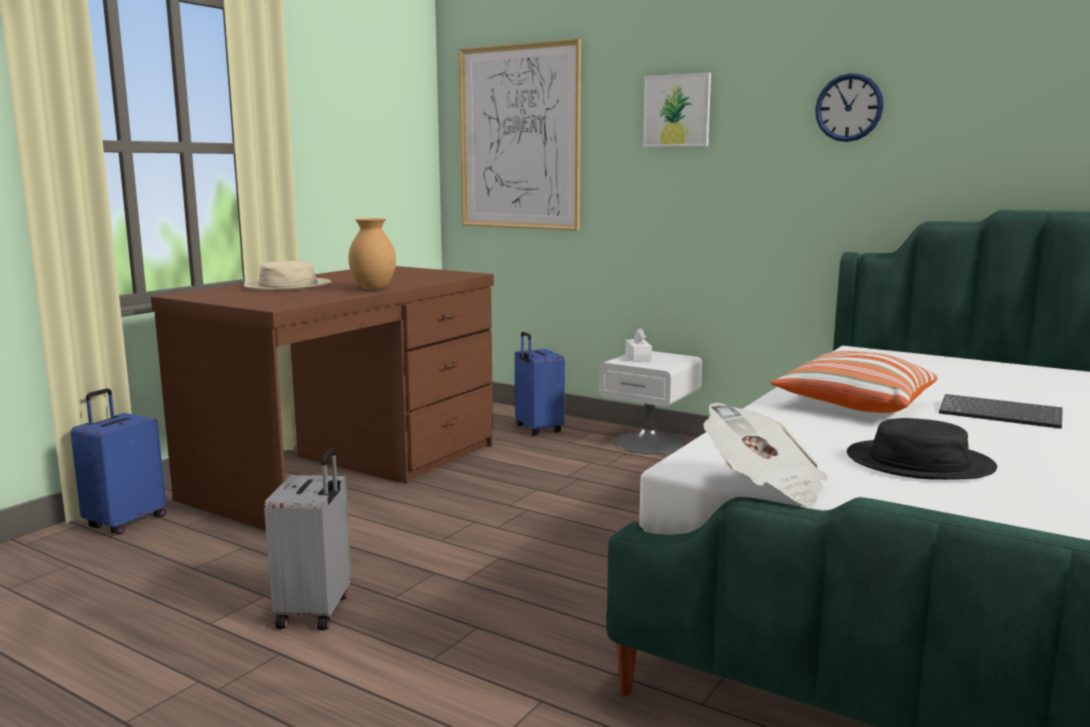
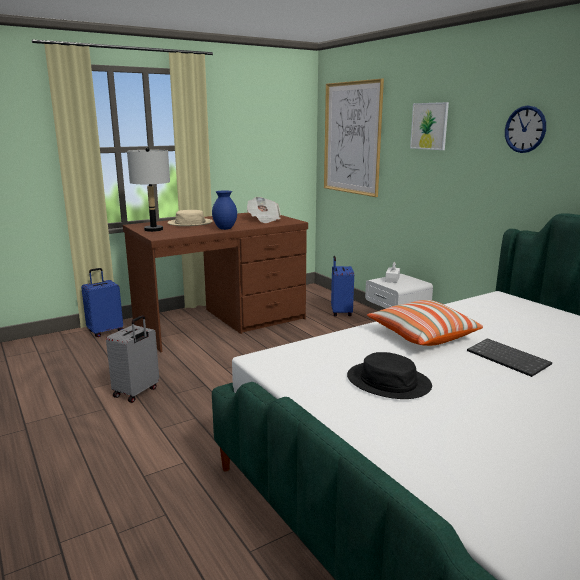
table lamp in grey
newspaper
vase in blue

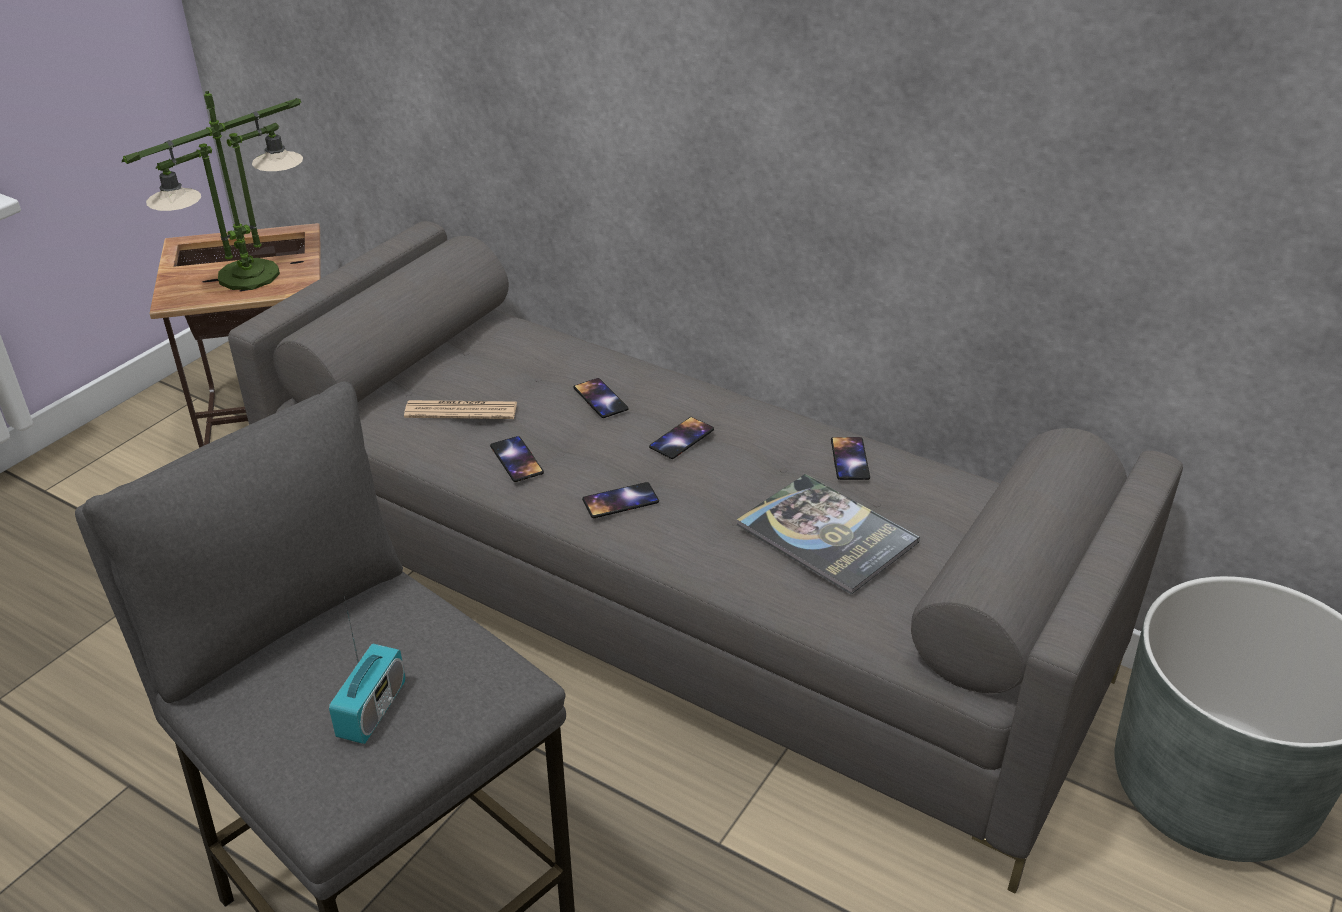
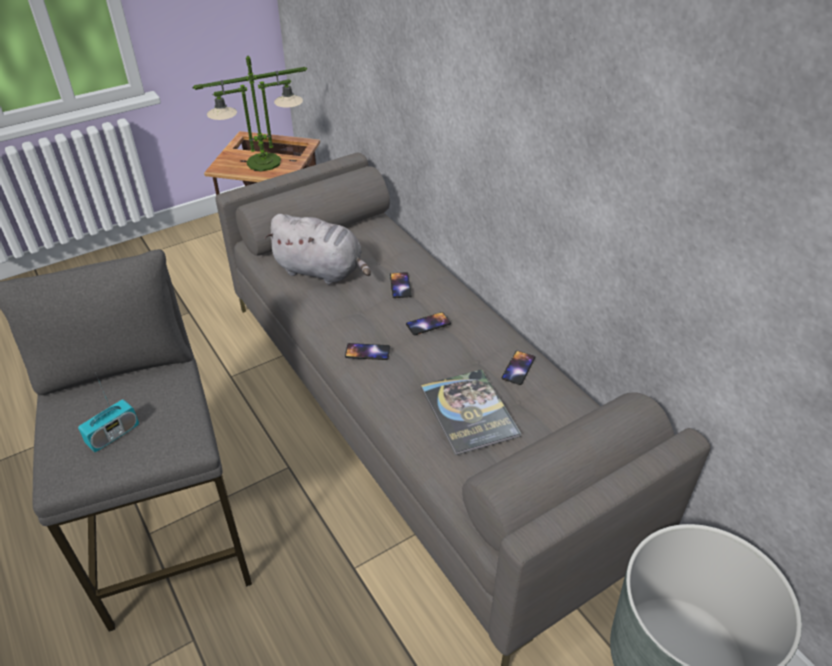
phone (1st from left in the first image)
plush toy in grey

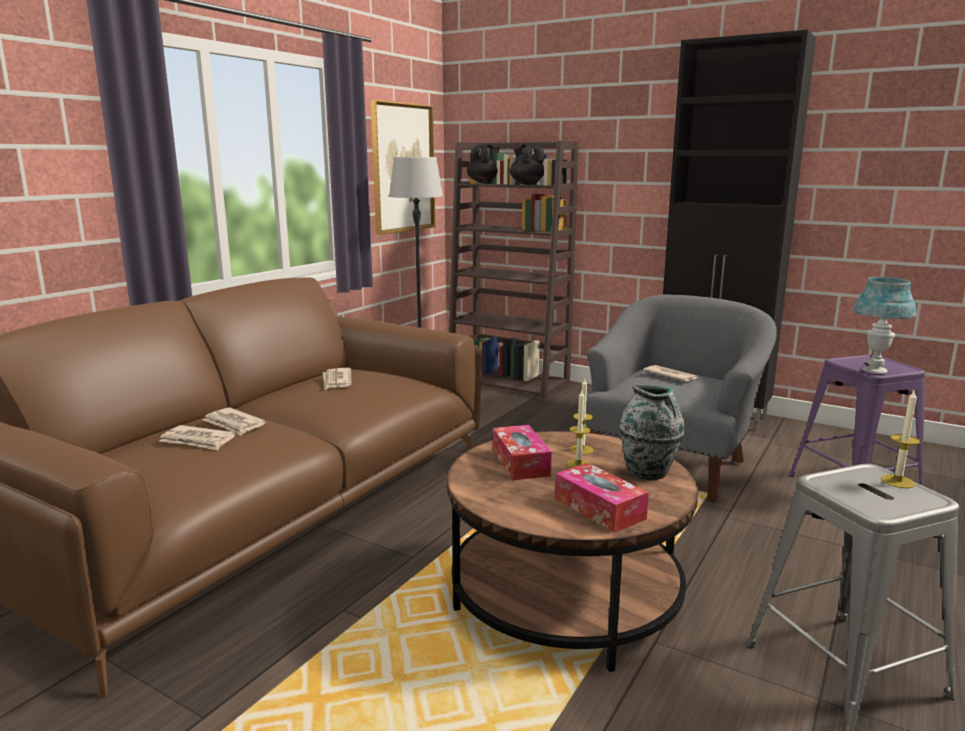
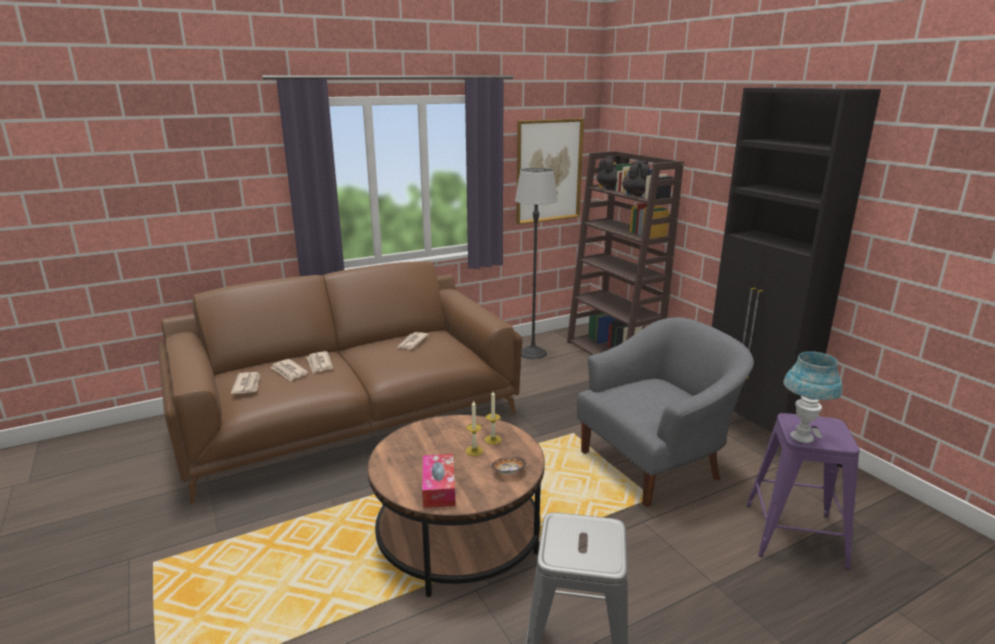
tissue box (1st from left in the first image)
candle (3rd from left in the first image)
newspaper (1st from left)
bowl

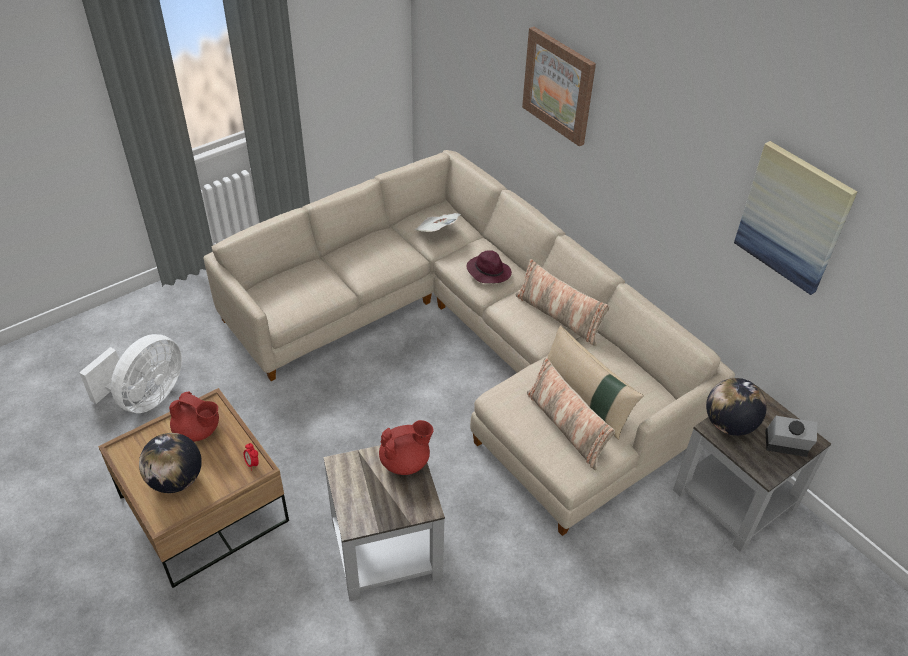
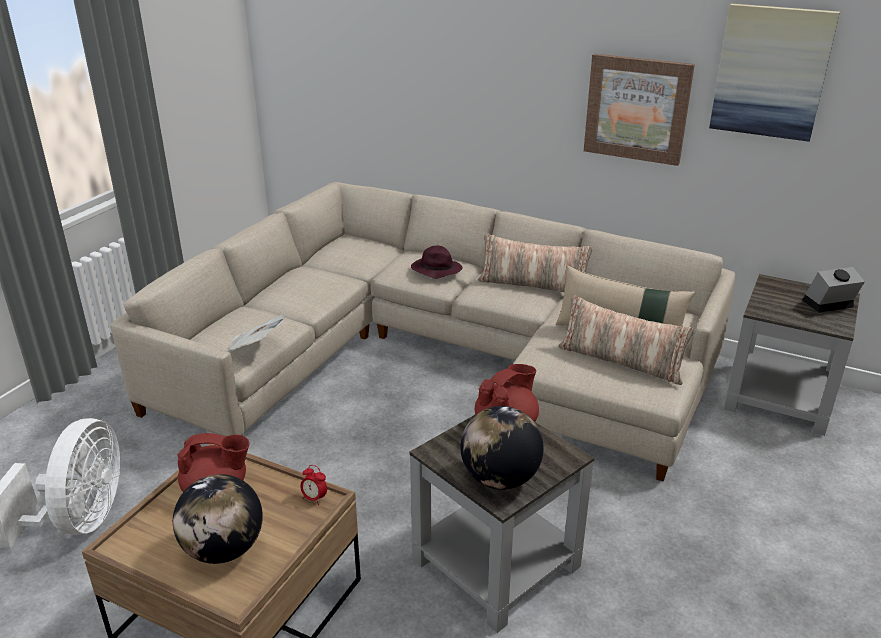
newspaper
picture (1st from left)
globe (2nd from left)

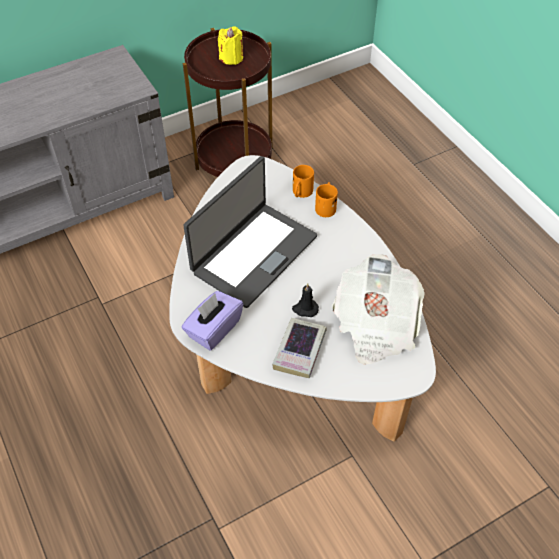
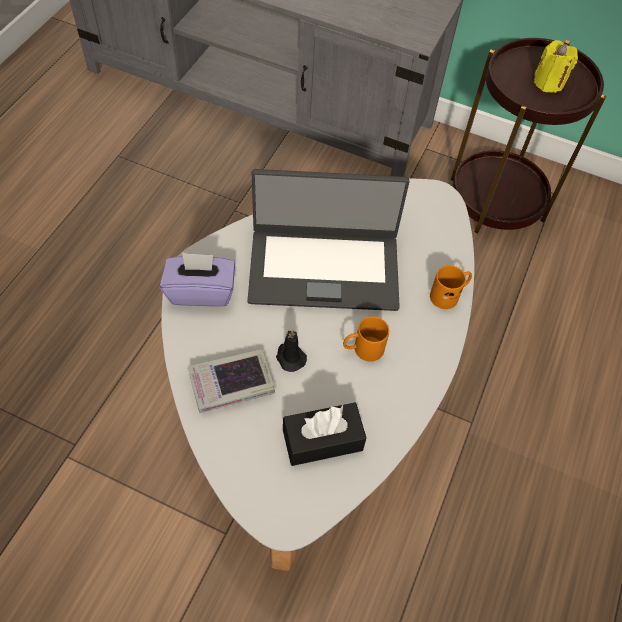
mug in orange (1st from left)
tissue box in black

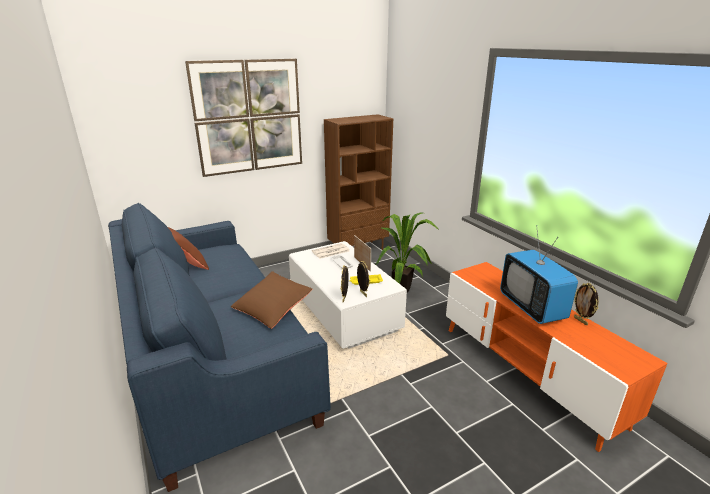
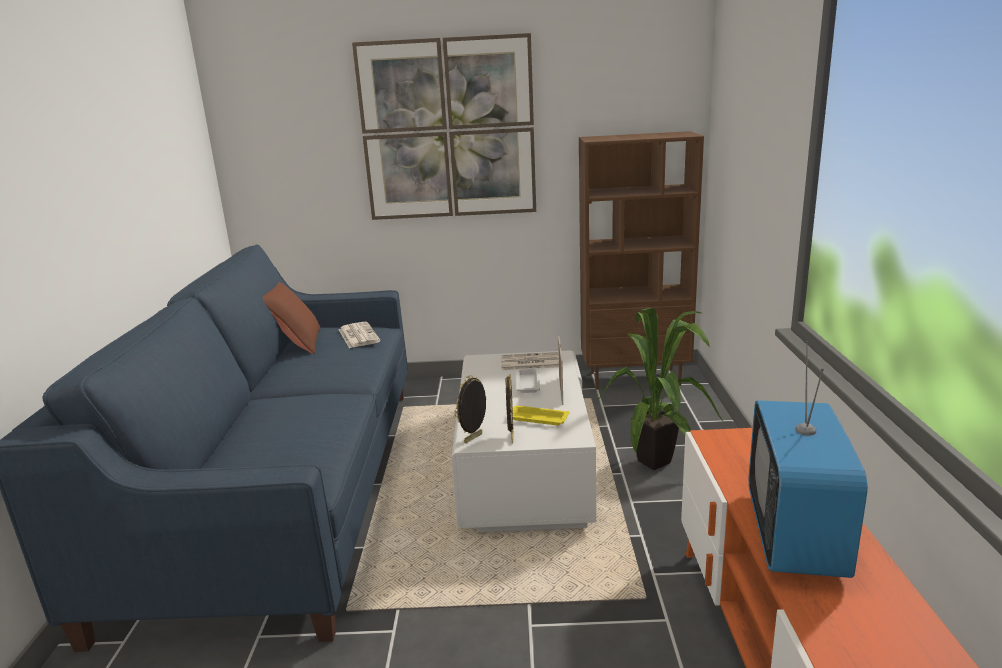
pillow in brown (2nd from left in the first image)
picture frame (4th from left in the first image)
newspaper (1st from left)

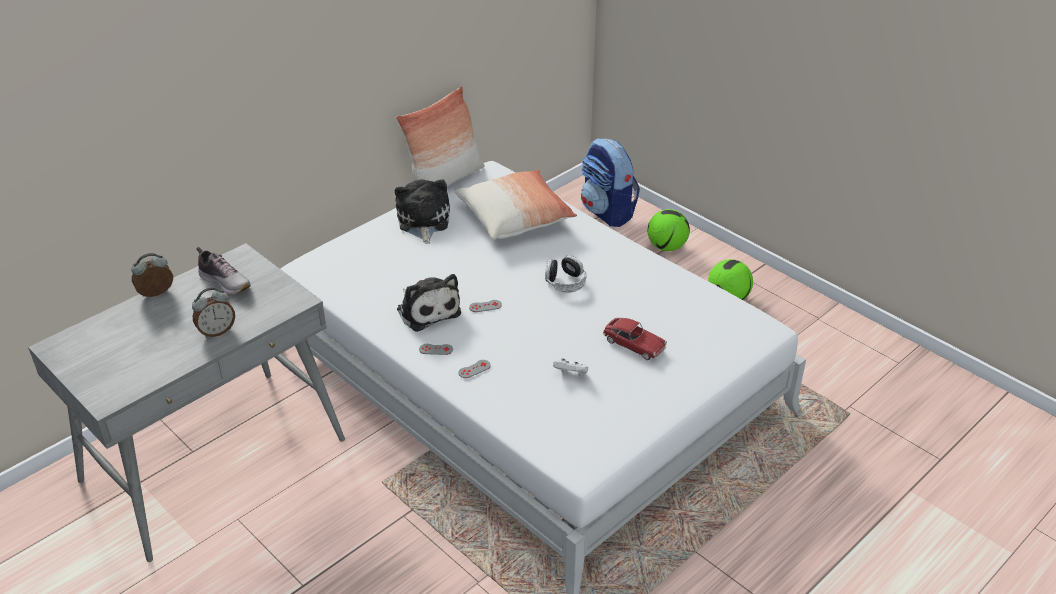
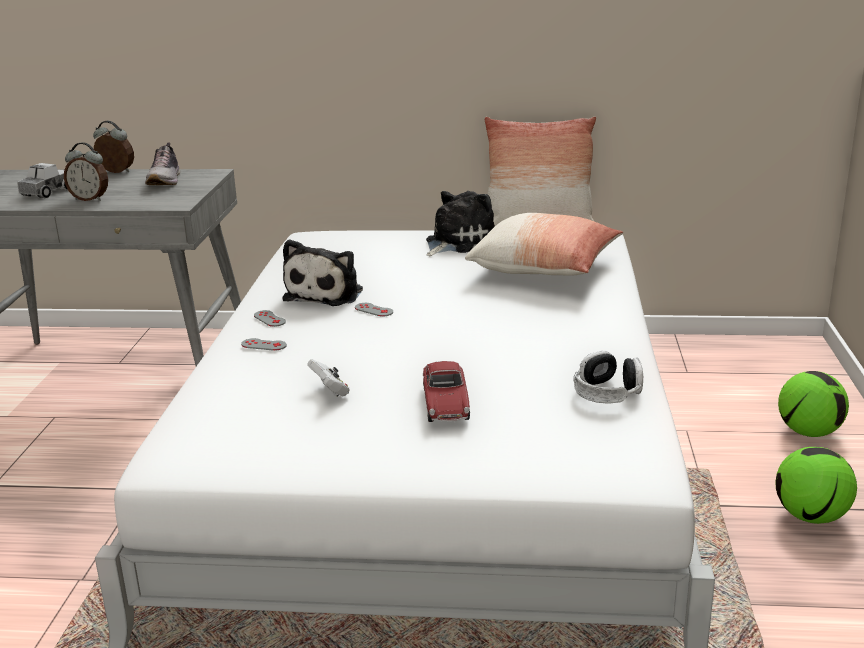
backpack
toy truck
headphones

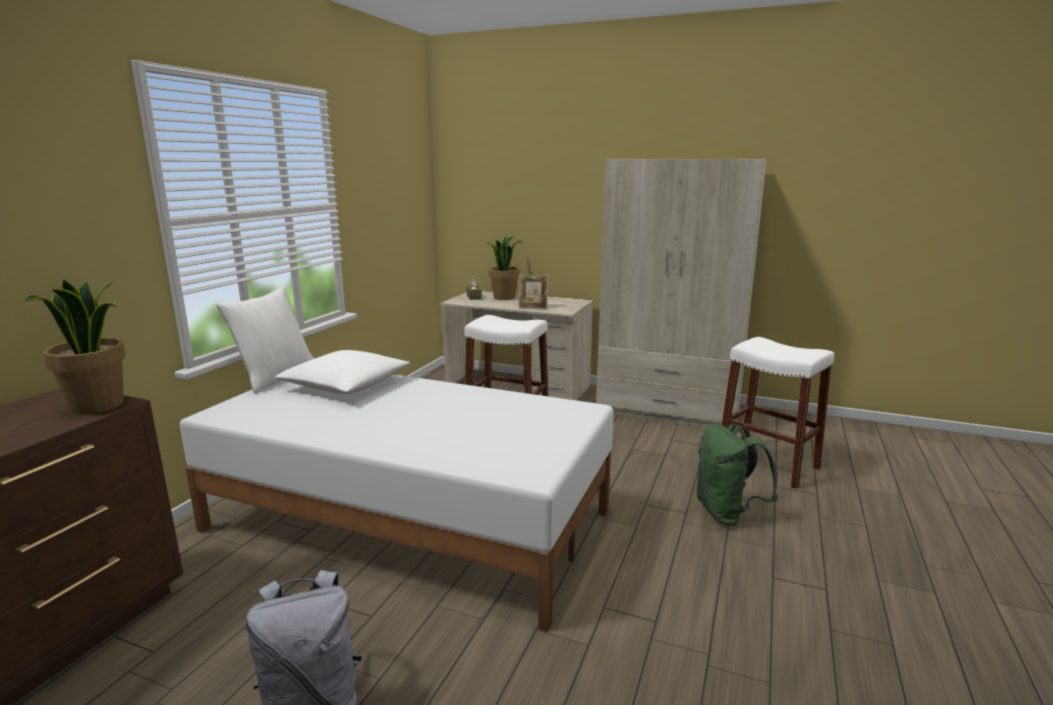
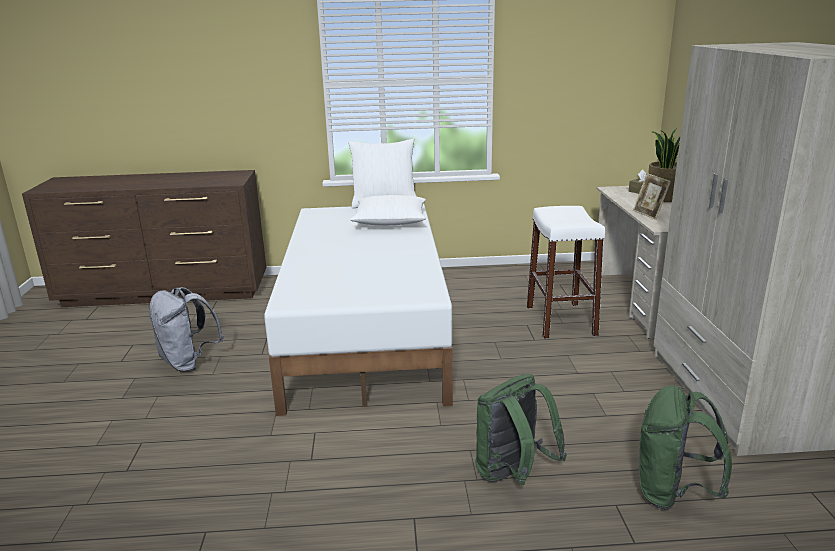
potted plant (1st from left in the first image)
backpack in green (2nd from left)

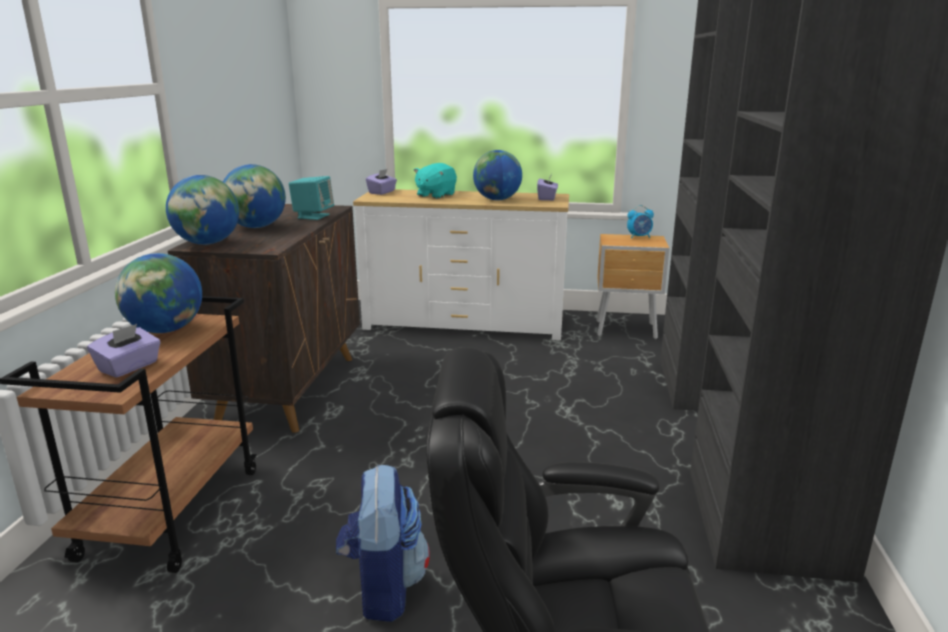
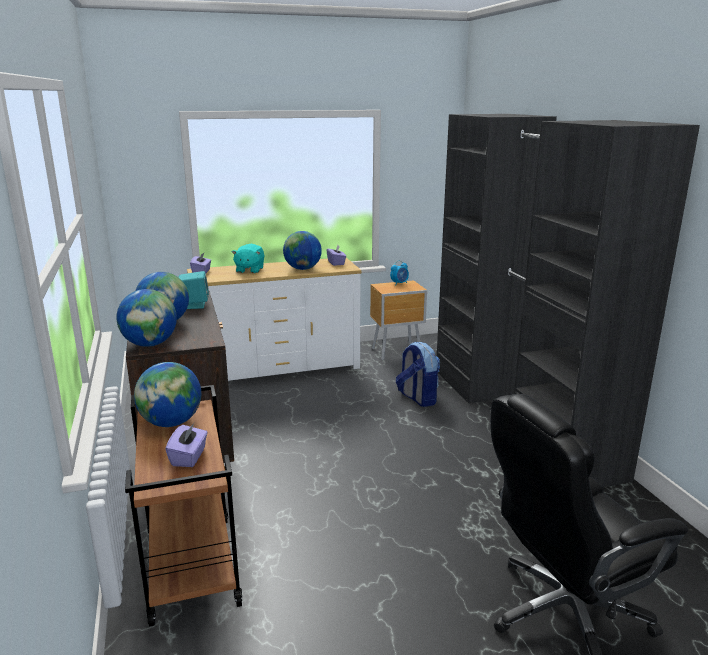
backpack

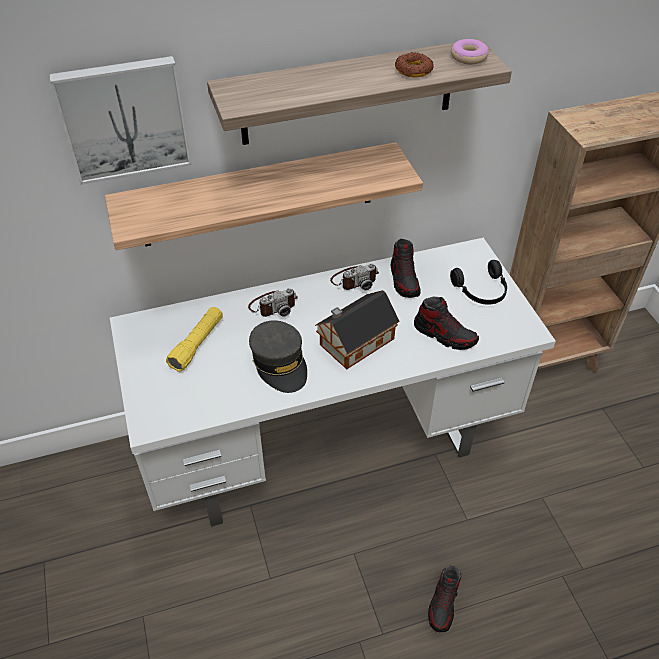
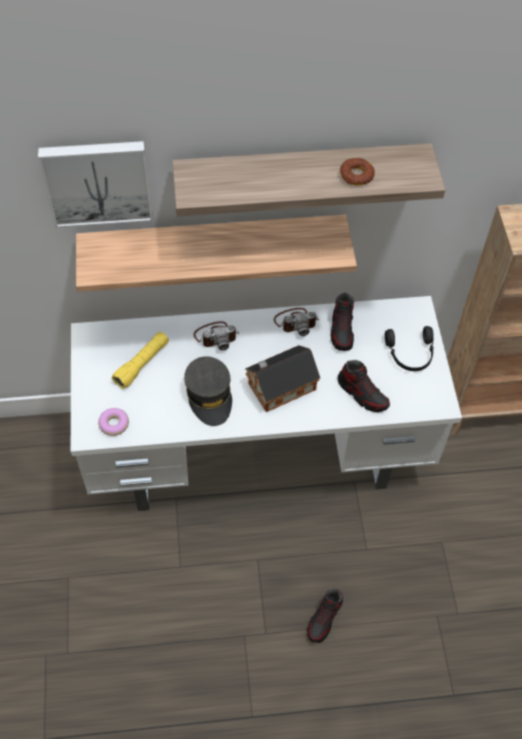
donut (1st from left)

